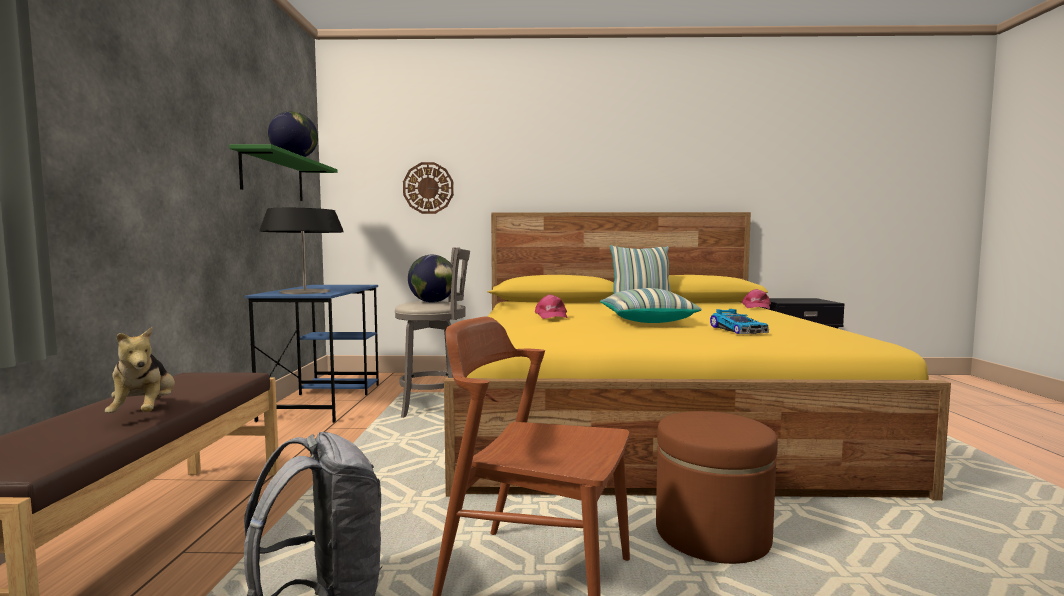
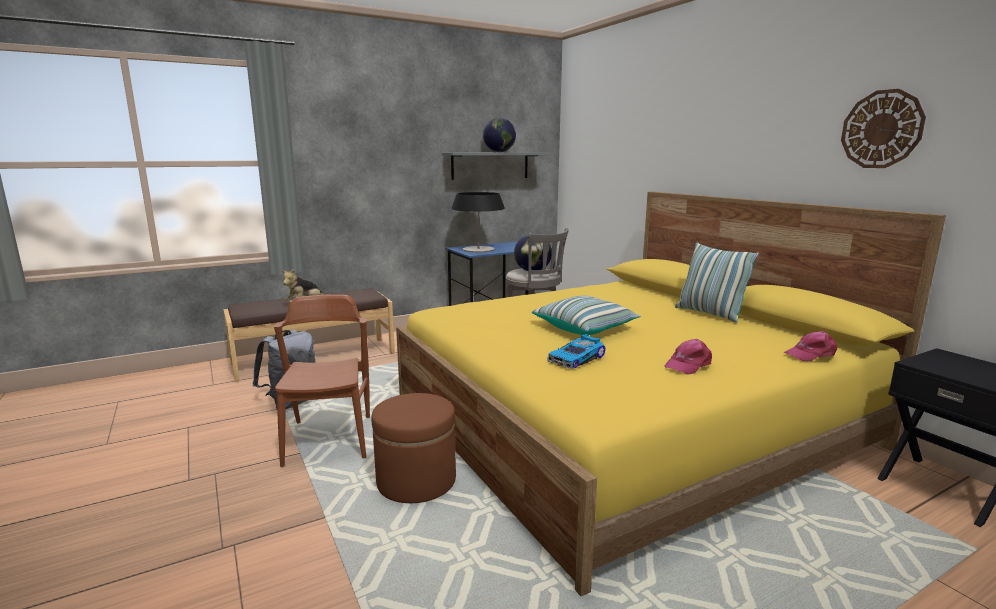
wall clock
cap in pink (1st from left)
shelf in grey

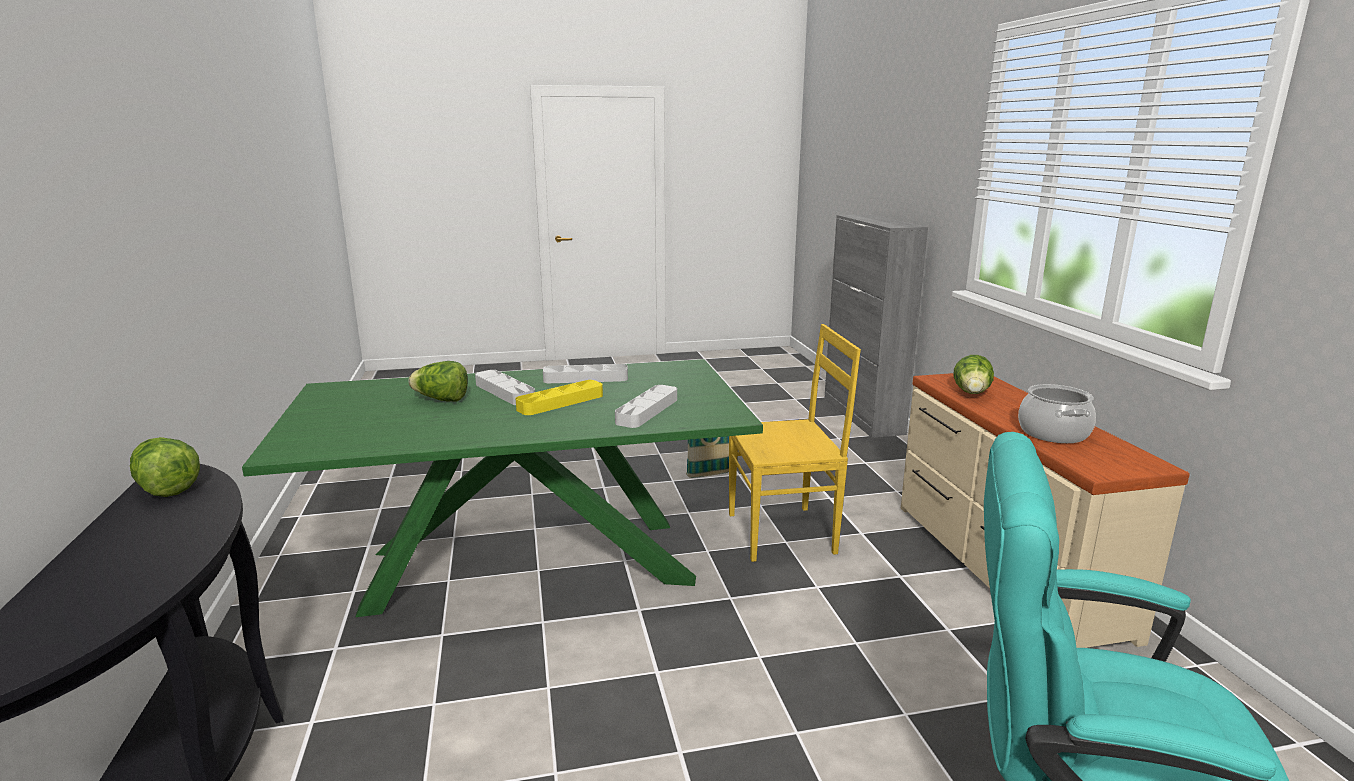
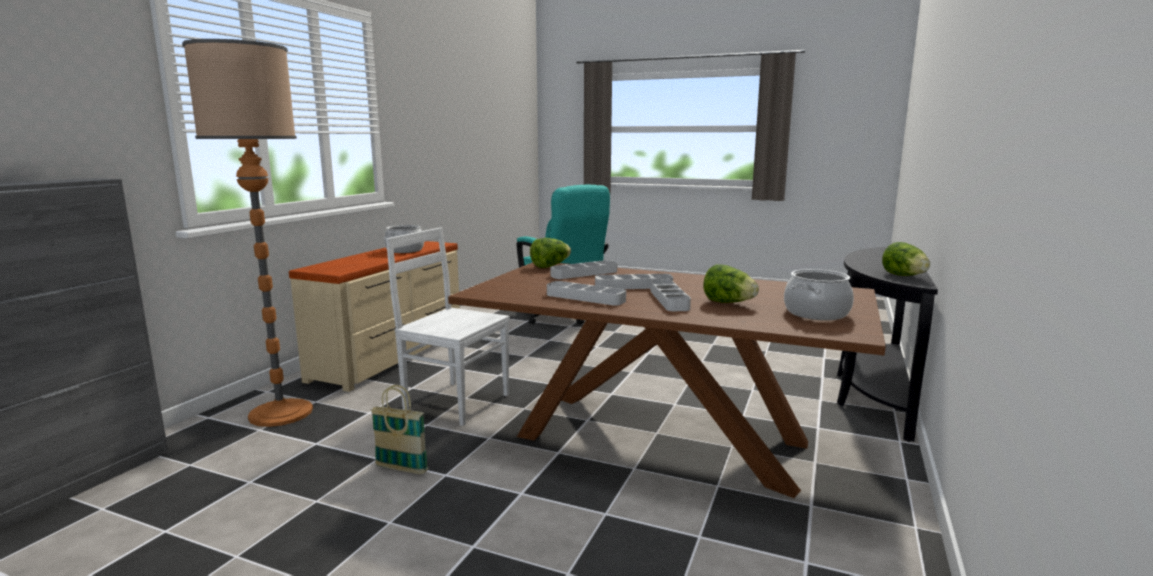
floor lamp
cooking pot (2nd from left)
lettuce (1st from left)
dining table in brown
tray in grey (3rd from left)
chair in white

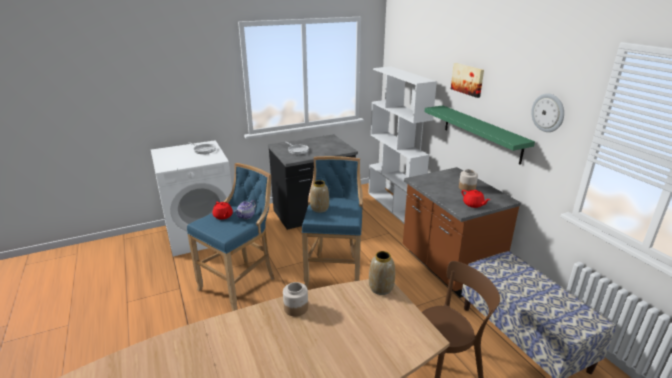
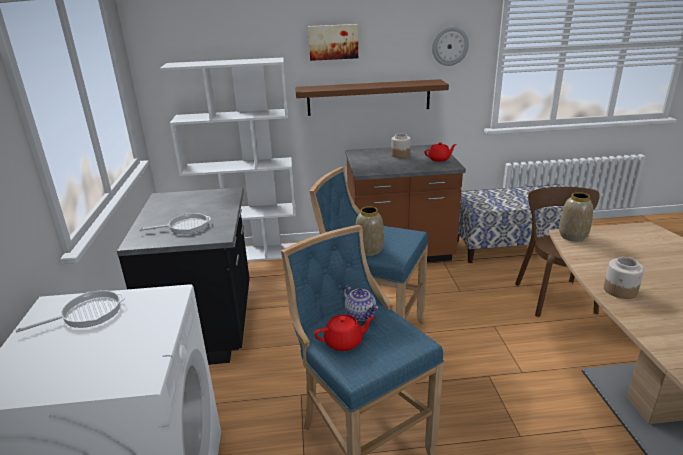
shelf in brown

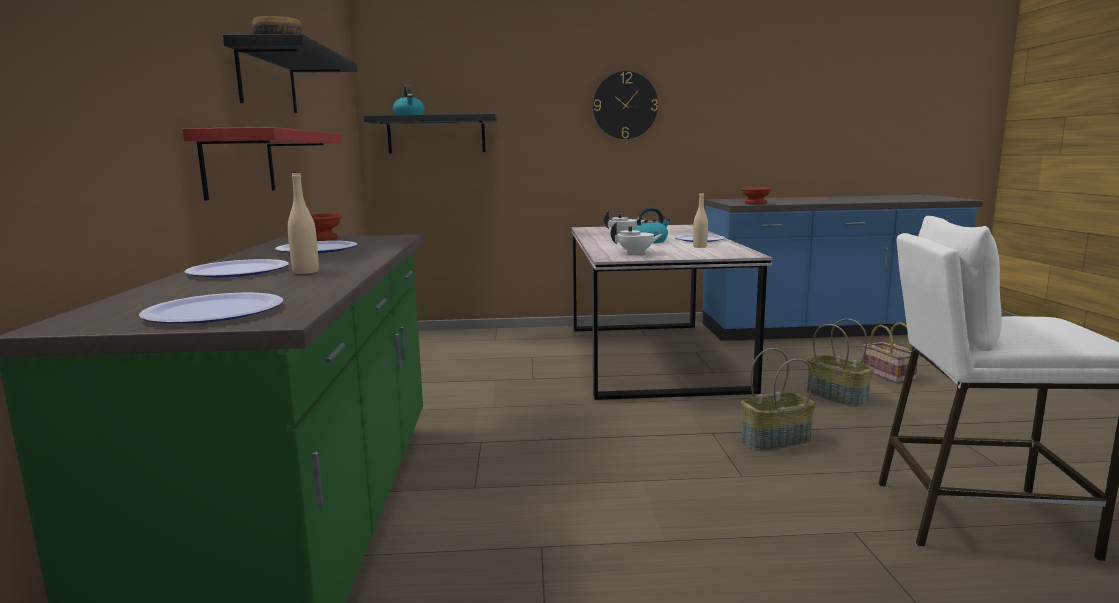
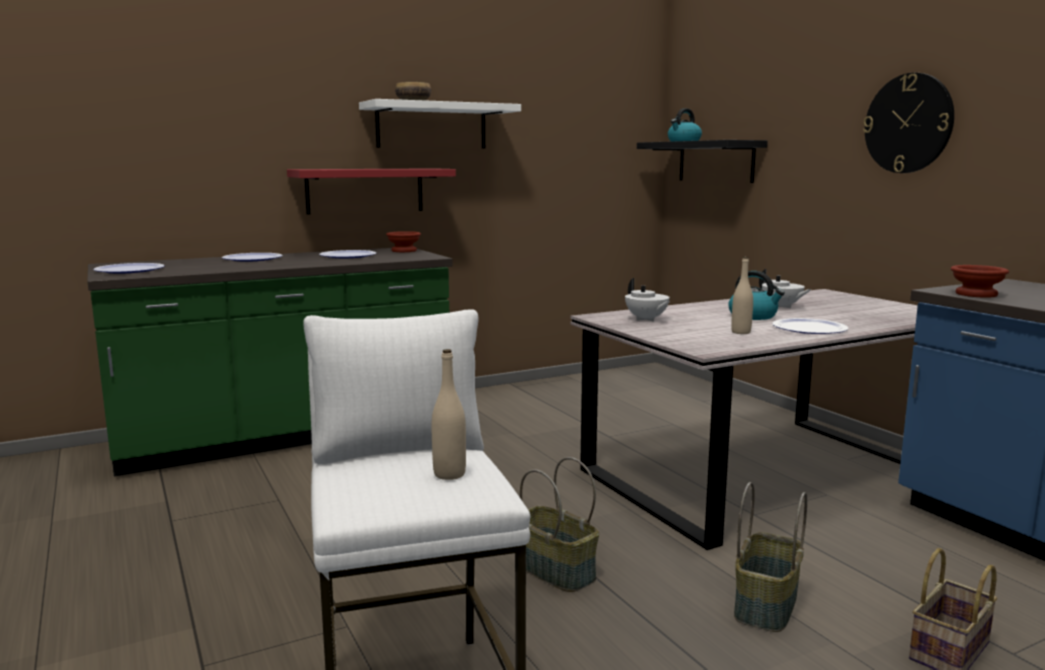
bottle in beige (1st from left)
shelf in white

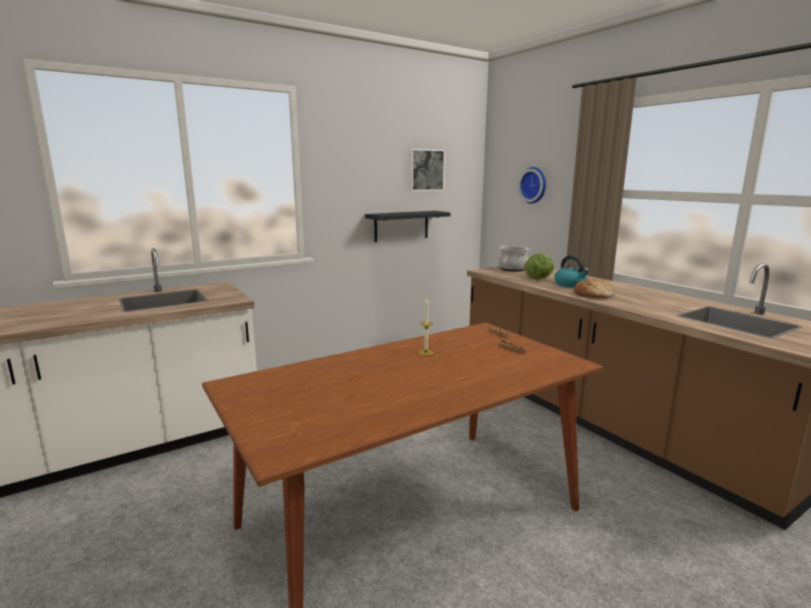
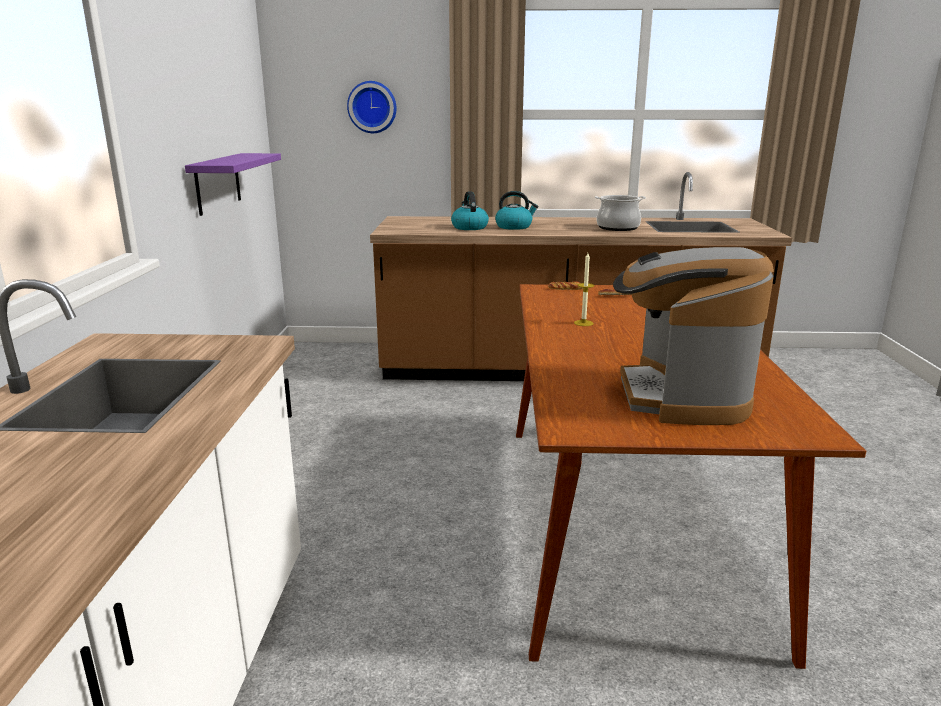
picture
bread (3rd from left in the first image)
coffee machine
cooking pot
kettle (1st from left)
shelf in purple

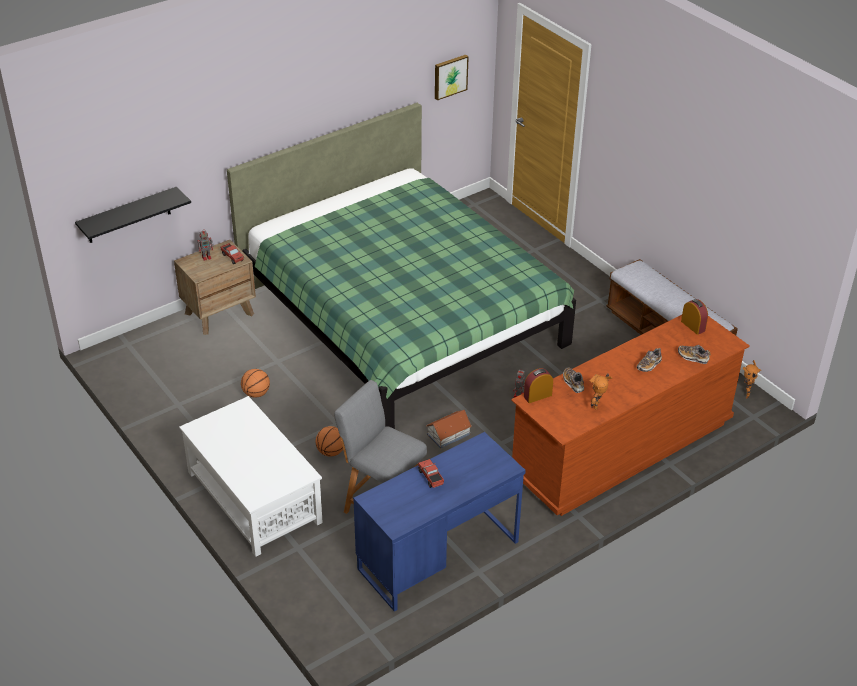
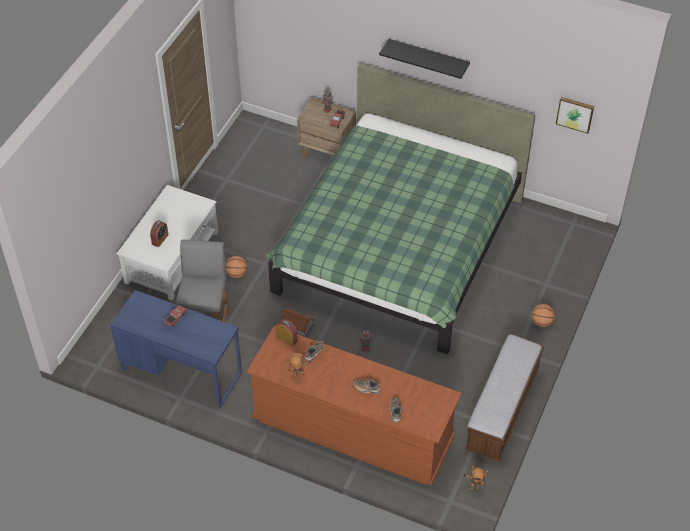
shelf in black
basketball (2nd from left)
alarm clock (1st from left)

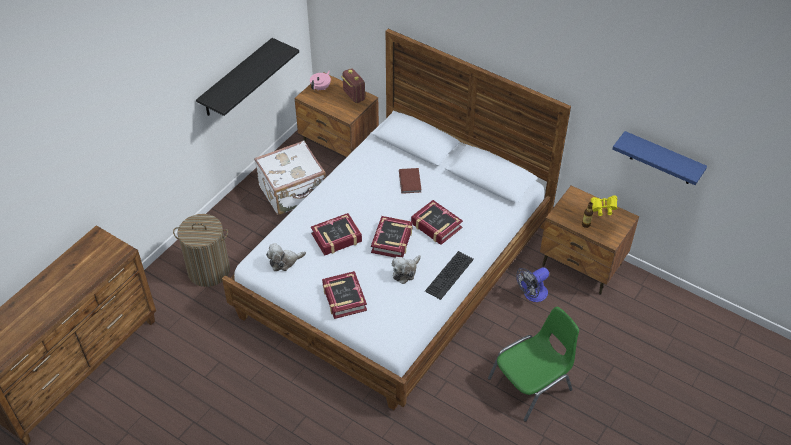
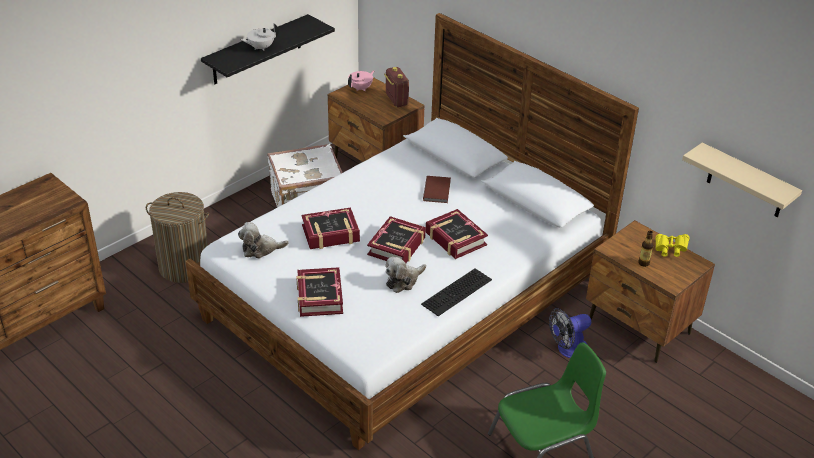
teapot in white
shelf in beige

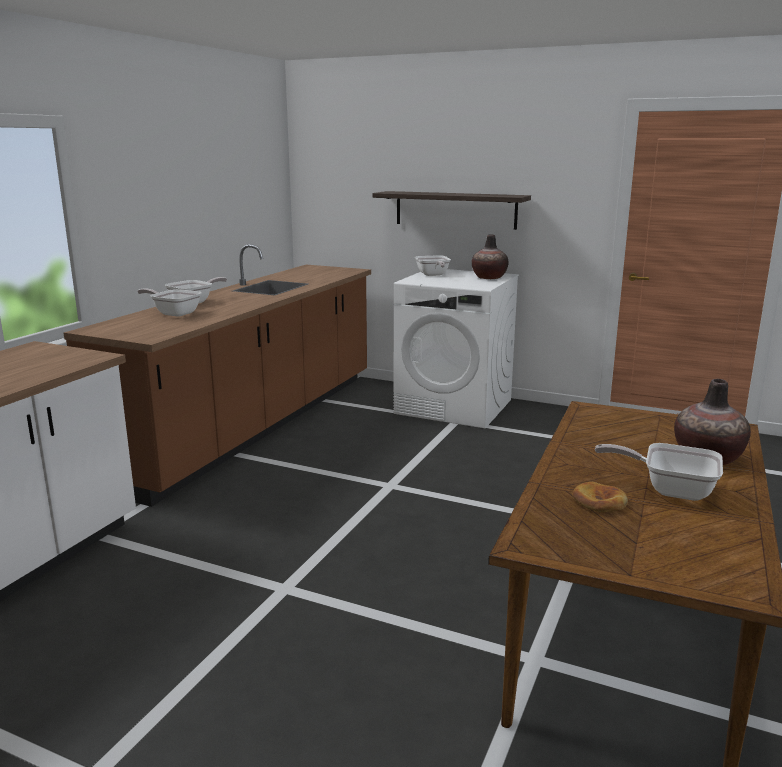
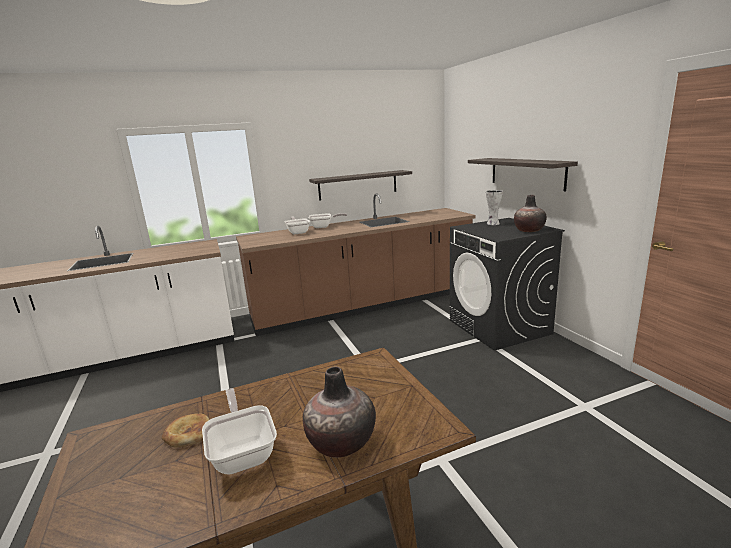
shelf (1st from left)
vase (2nd from left)
washing machine in black

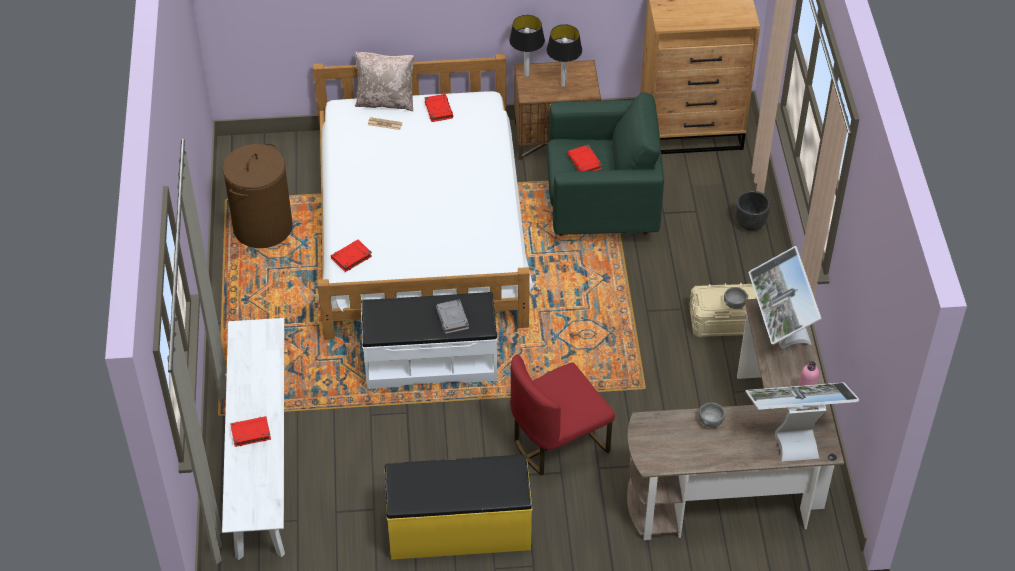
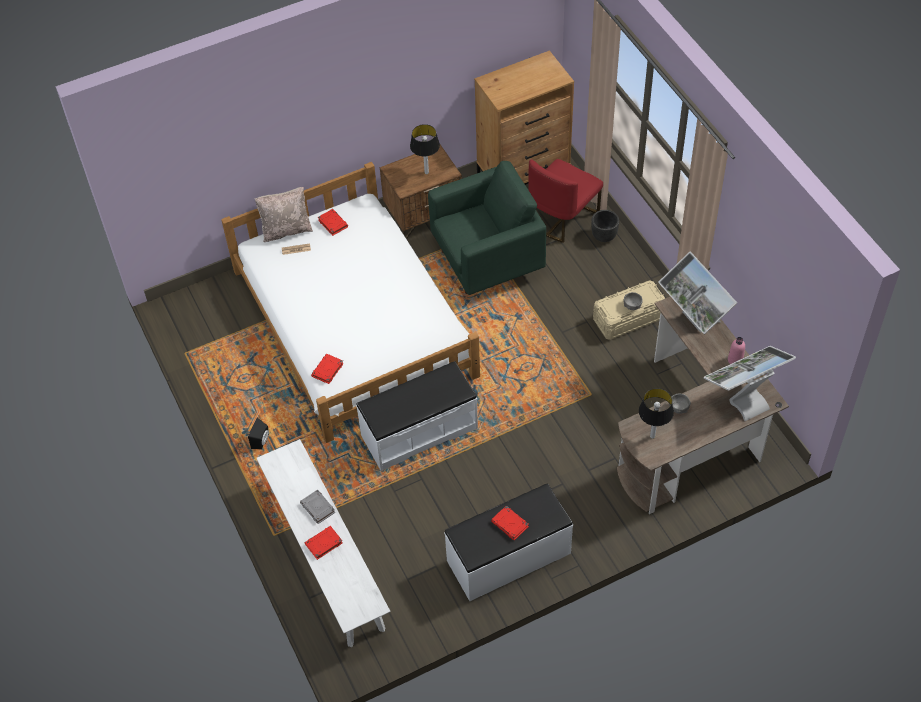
laundry basket in brown
speaker in black
book in grey
table lamp (2nd from left)
chair in red
book in red (4th from left)
bench in white (3rd from left)

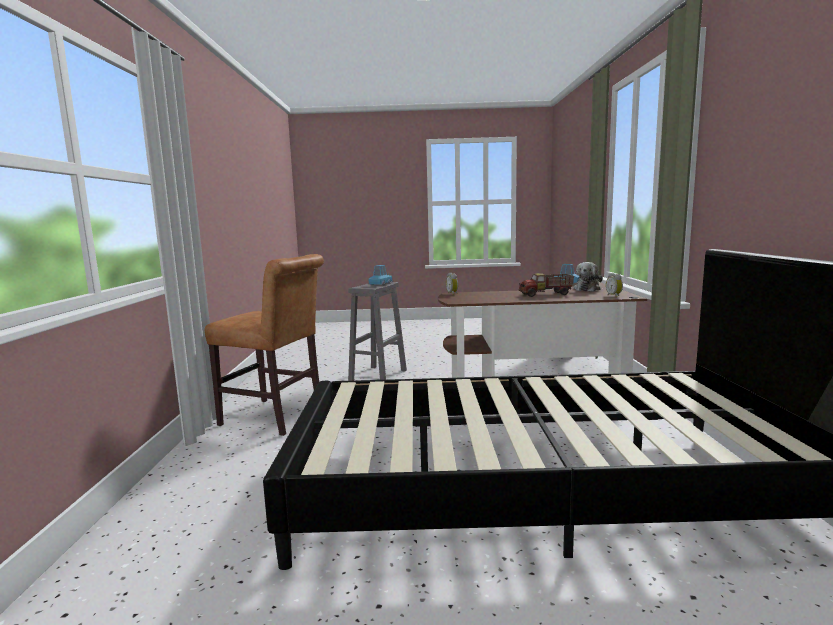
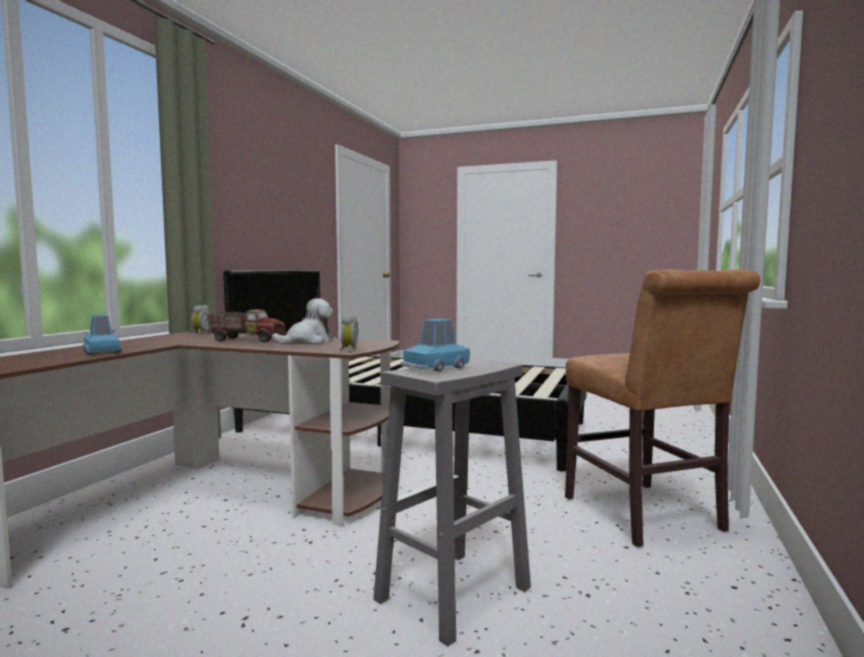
plush toy
chair in brown

